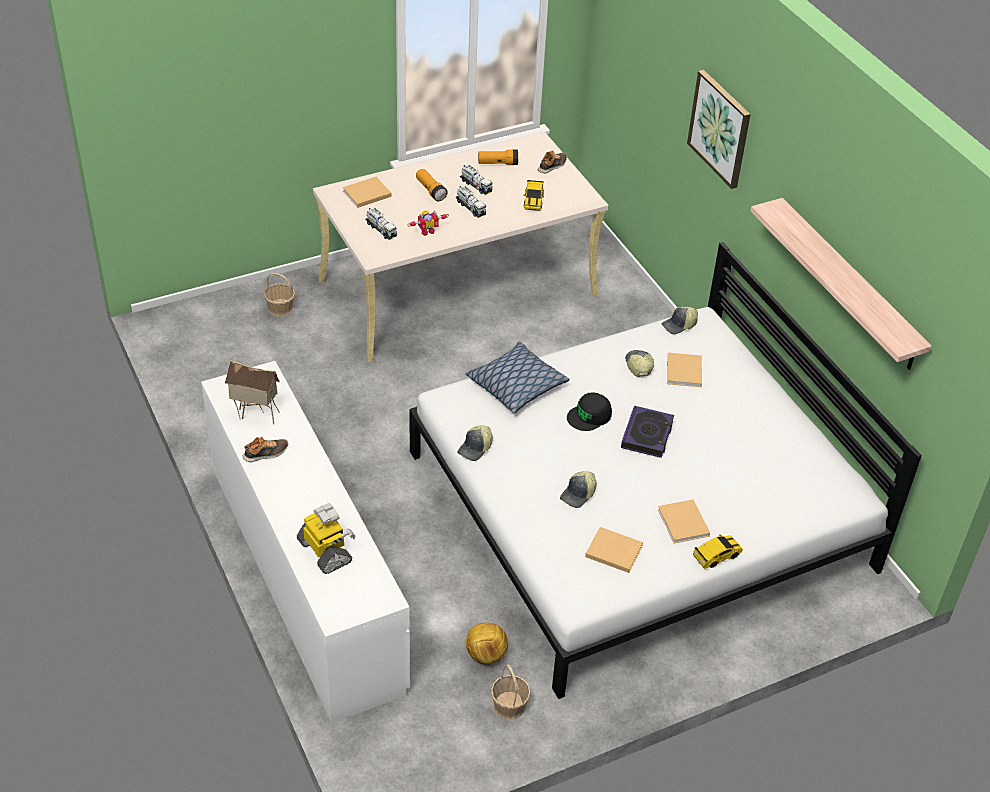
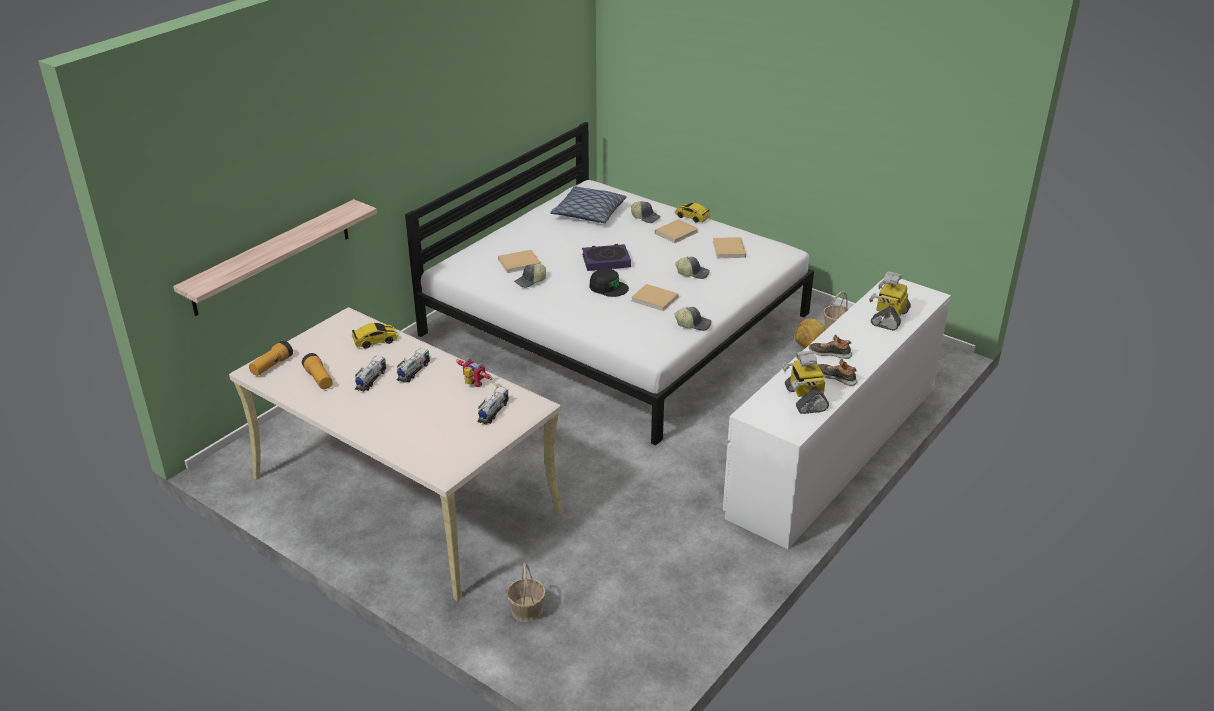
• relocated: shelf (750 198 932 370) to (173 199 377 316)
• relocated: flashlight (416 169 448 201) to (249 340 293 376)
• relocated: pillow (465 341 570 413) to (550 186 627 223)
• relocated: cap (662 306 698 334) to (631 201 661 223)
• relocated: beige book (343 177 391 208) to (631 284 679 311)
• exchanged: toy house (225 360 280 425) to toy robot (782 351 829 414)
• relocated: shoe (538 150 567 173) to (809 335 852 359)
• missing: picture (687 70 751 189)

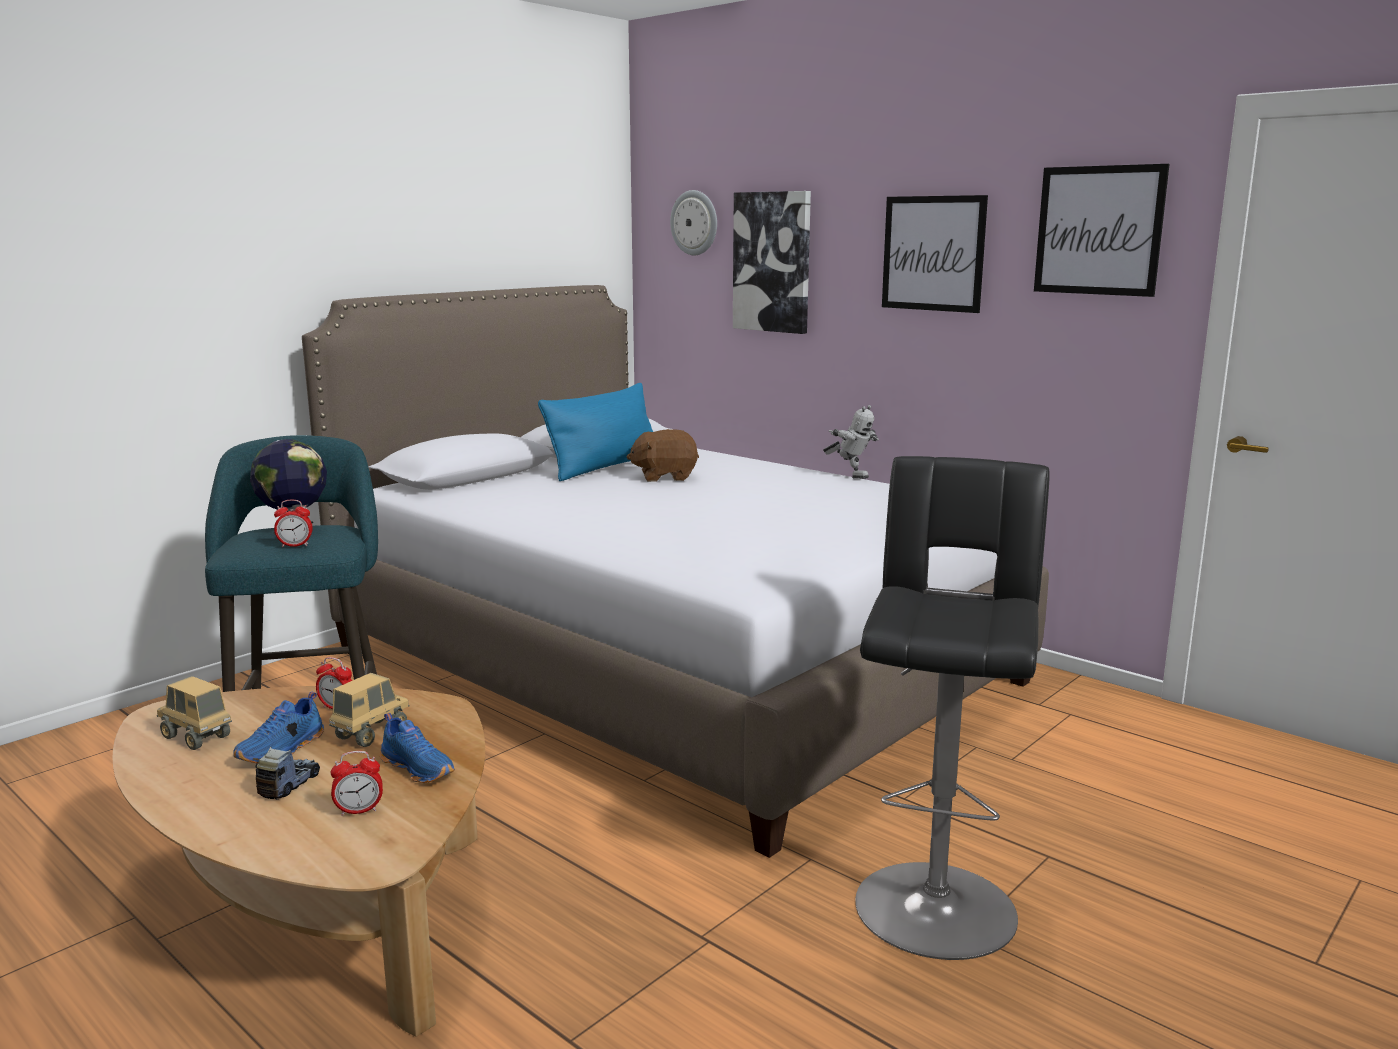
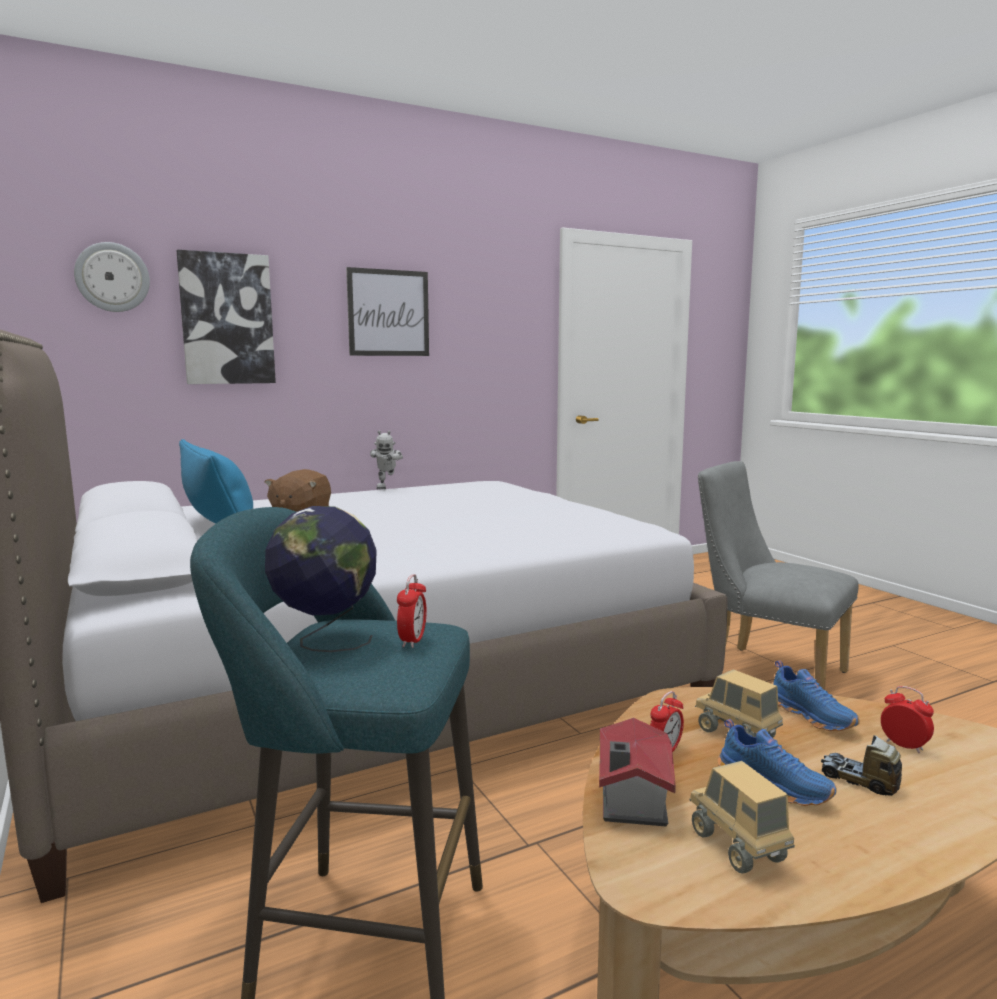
• spun: toy robot (823 405 879 479) = (370 431 403 489) 120 degrees clockwise
• appeared: toy house (599 718 676 826)
• spun: toy truck (157 676 232 750) = (689 761 795 873) 105 degrees clockwise
• exchanged: black stool (855 456 1050 960) to grey chair (698 461 859 690)
• spun: blue shoe (380 713 455 783) = (773 661 860 731) 90 degrees clockwise
• spun: alarm clock (330 751 383 816) = (881 686 934 753) 45 degrees counterclockwise
• missing: picture (1034 164 1169 297)

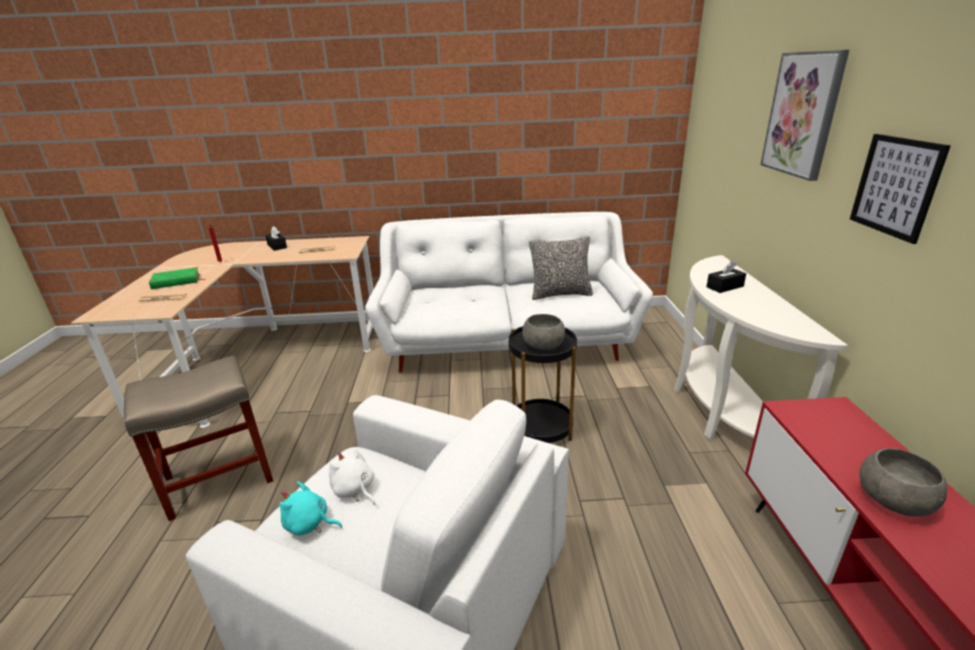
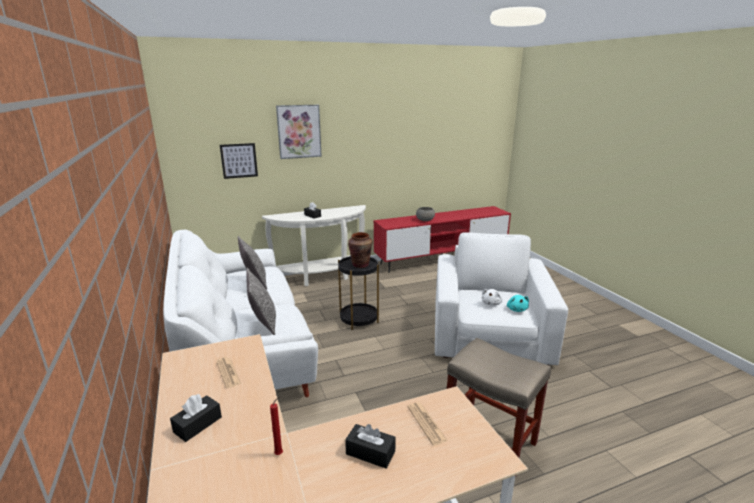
• relocated: picture (850 134 951 244) to (220 143 258 179)
• appeared: pillow (247 268 276 335)
• exchanged: green book (149 267 206 289) to black tissue box (345 424 396 469)
• exchanged: grey bowl (522 314 565 350) to brown vase (348 232 372 268)

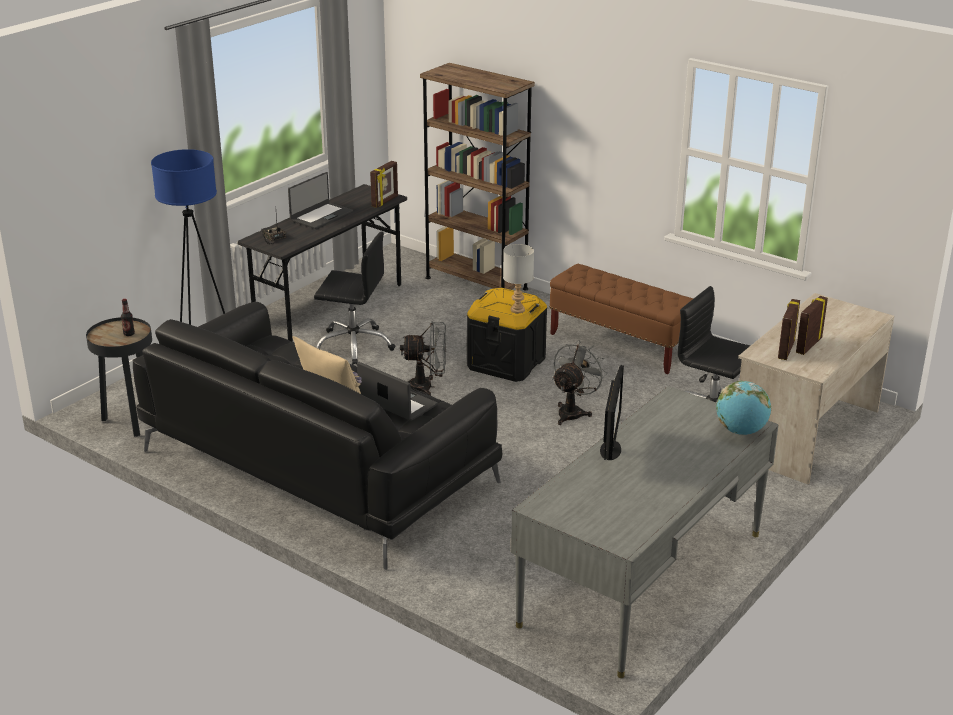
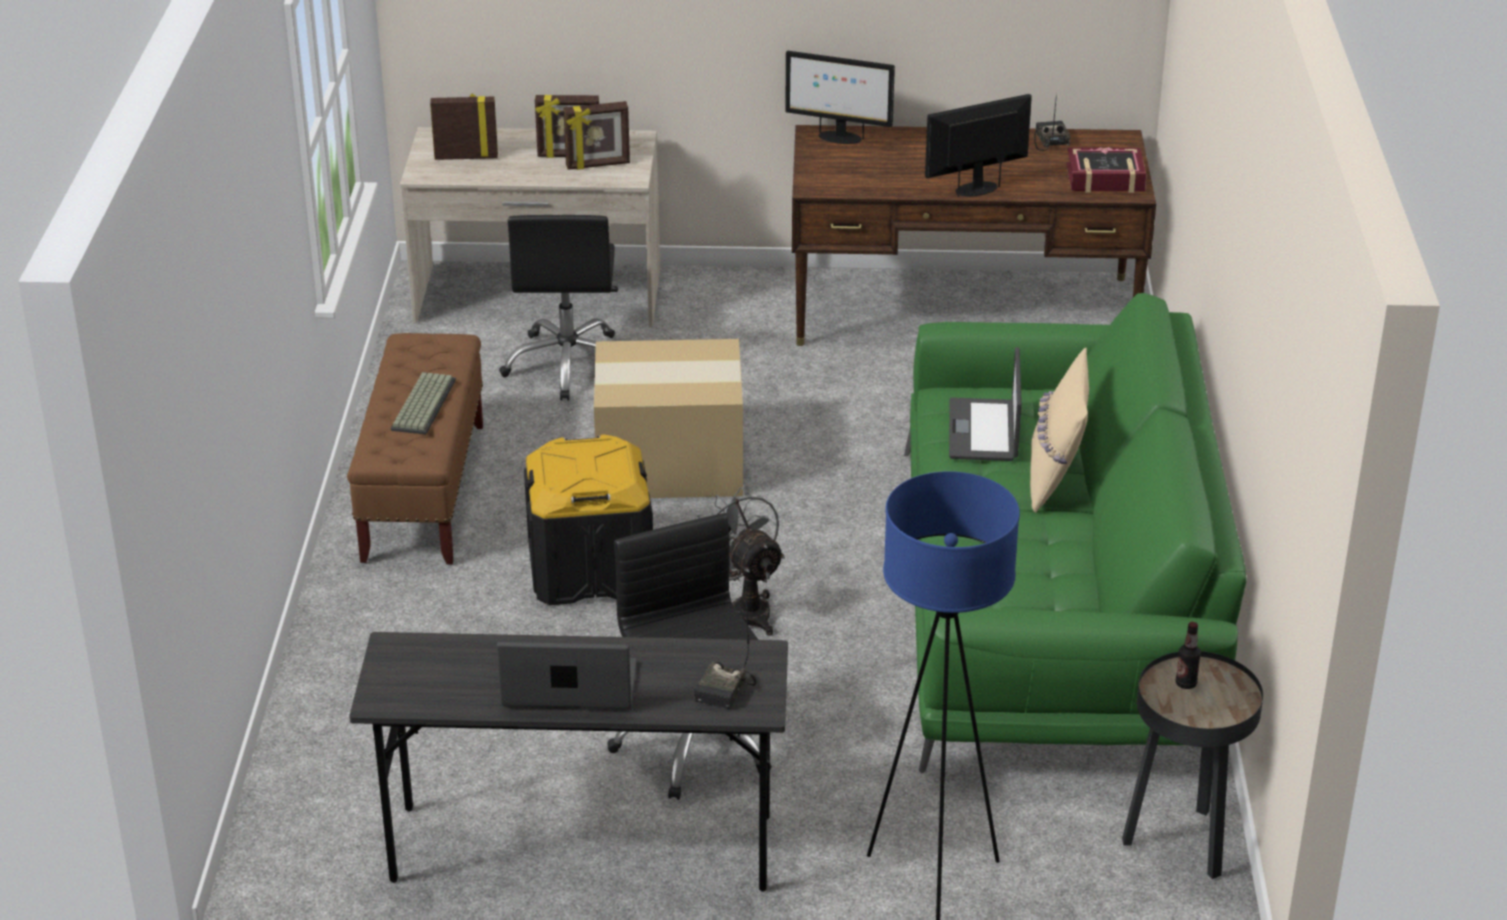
• appeared: keyboard (391 372 456 435)
• relocated: picture frame (370 161 398 208) to (430 94 498 160)
• exchanged: grey fan (552 340 608 425) to cardboard box (594 339 743 498)
• exchanged: globe (716 381 771 435) to monitor (785 51 895 144)
• colour: grey desk (511 386 779 678) to brown desk (792 125 1156 346)
• colour: black sofa (132 302 502 569) to green sofa (904 293 1247 774)
• appeared: radio (1034 94 1071 151)
• appeared: book (1067 147 1147 193)
• missing: brown bookcase (420 63 535 290)
• missing: grey table lamp (503 244 534 313)

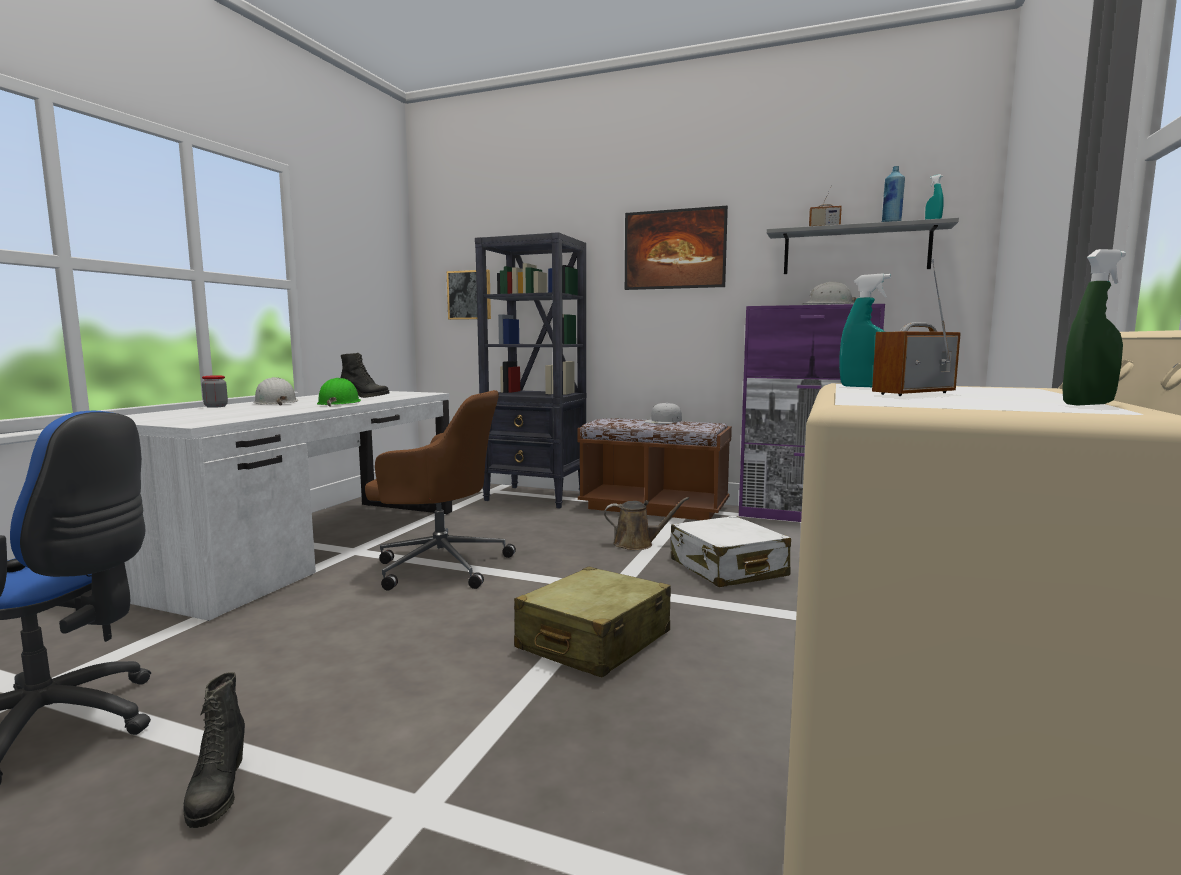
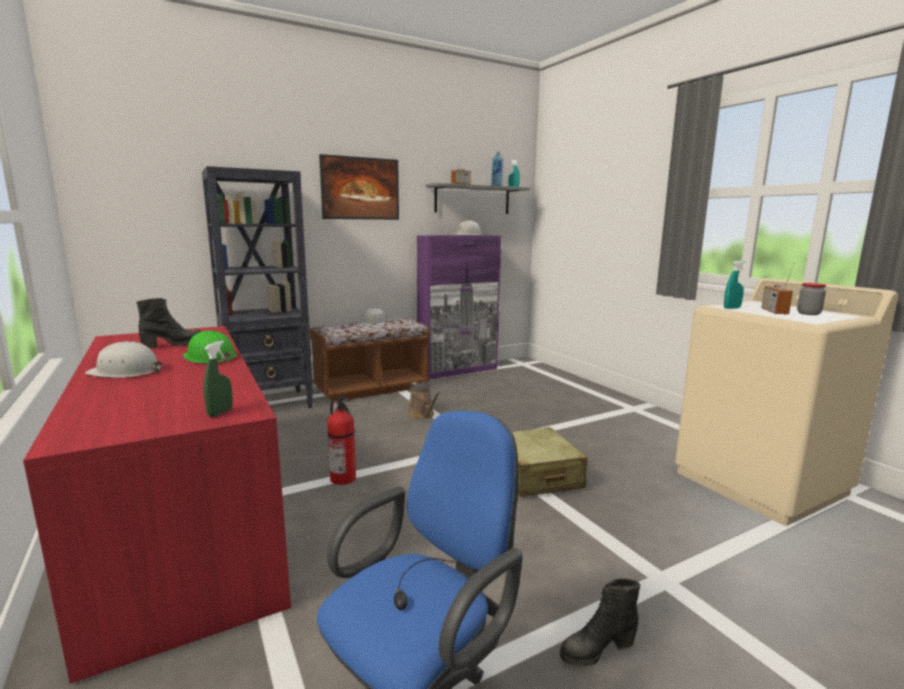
• colour: white desk (124 391 452 621) to red desk (23 326 291 684)
• relocated: green spray bottle (1062 249 1126 405) to (204 341 233 417)
• exchanged: brown office chair (365 390 516 591) to fire extinguisher (327 397 356 485)
• spun: brown watering can (604 497 690 550) = (407 382 441 419) 105 degrees clockwise
• spun: black boot (183 672 245 828) = (560 578 640 666) 135 degrees clockwise
• relocated: jar (202 375 228 408) to (797 283 826 315)
• missing: picture (447 270 491 320)
• missing: white suitcase (671 516 791 587)

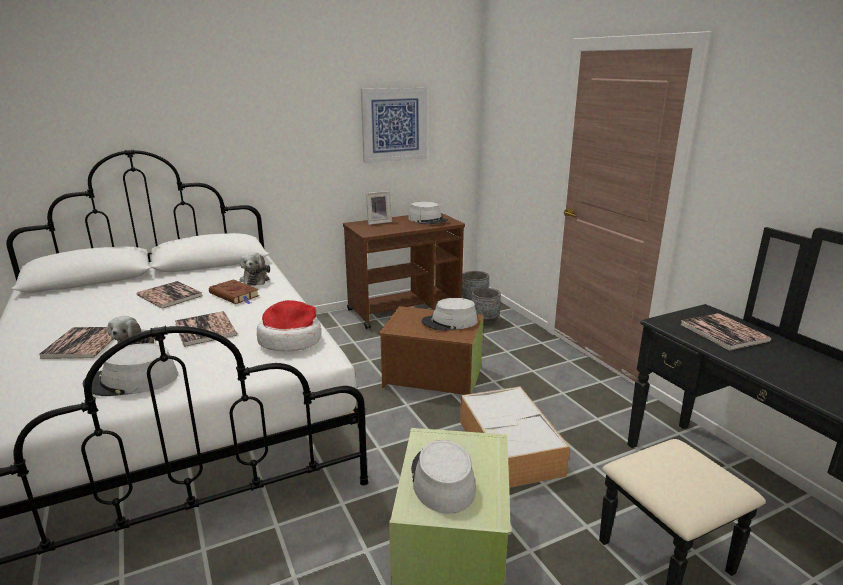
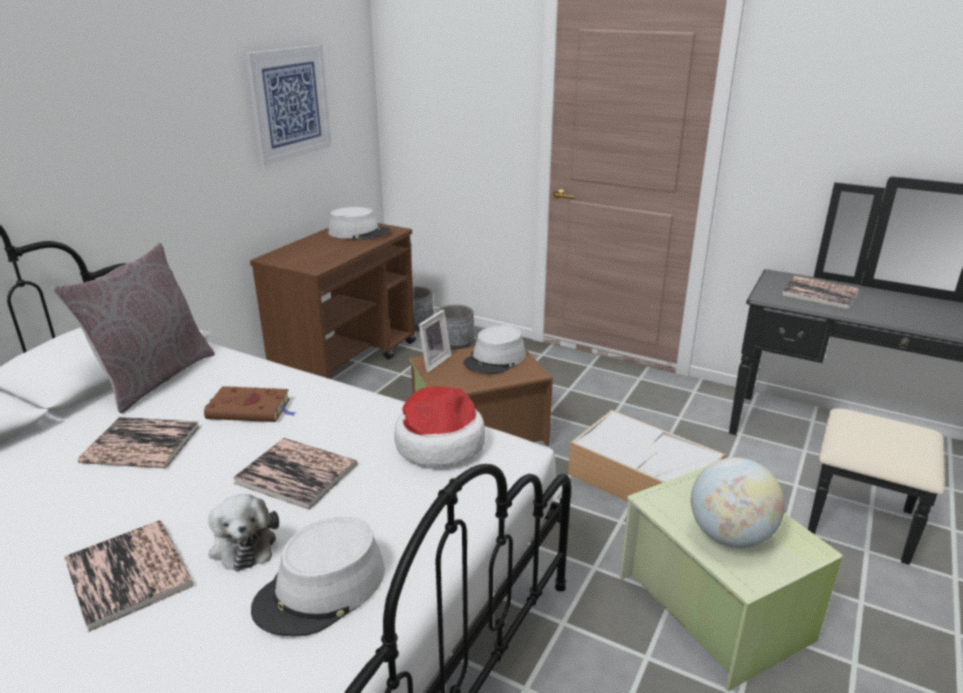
• appeared: grey pillow (52 243 215 413)
• relocated: picture frame (366 191 392 225) to (418 310 451 372)
• exchanged: grey hat (411 440 476 514) to globe (691 457 785 548)
• missing: plush toy (240 252 270 286)

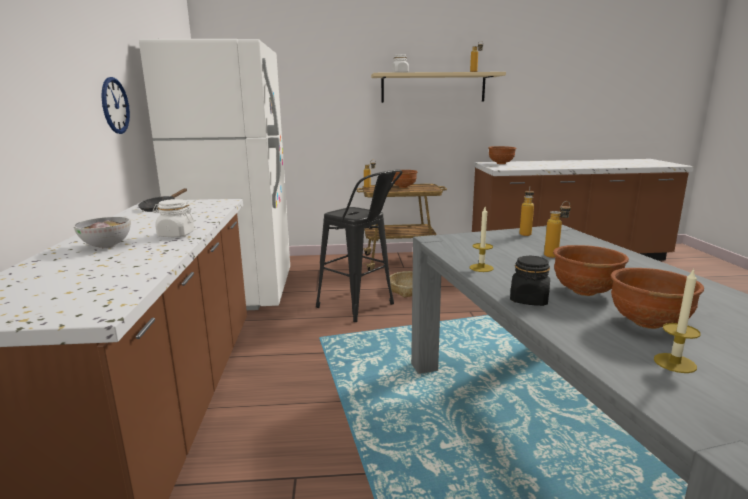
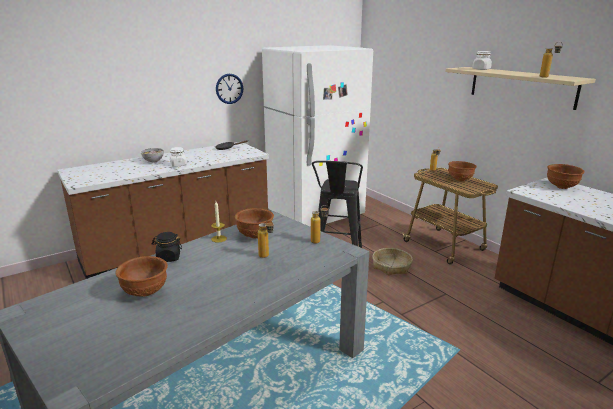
• relocated: brown bowl (553 245 629 296) to (235 208 274 238)
• missing: candle (654 268 701 373)

